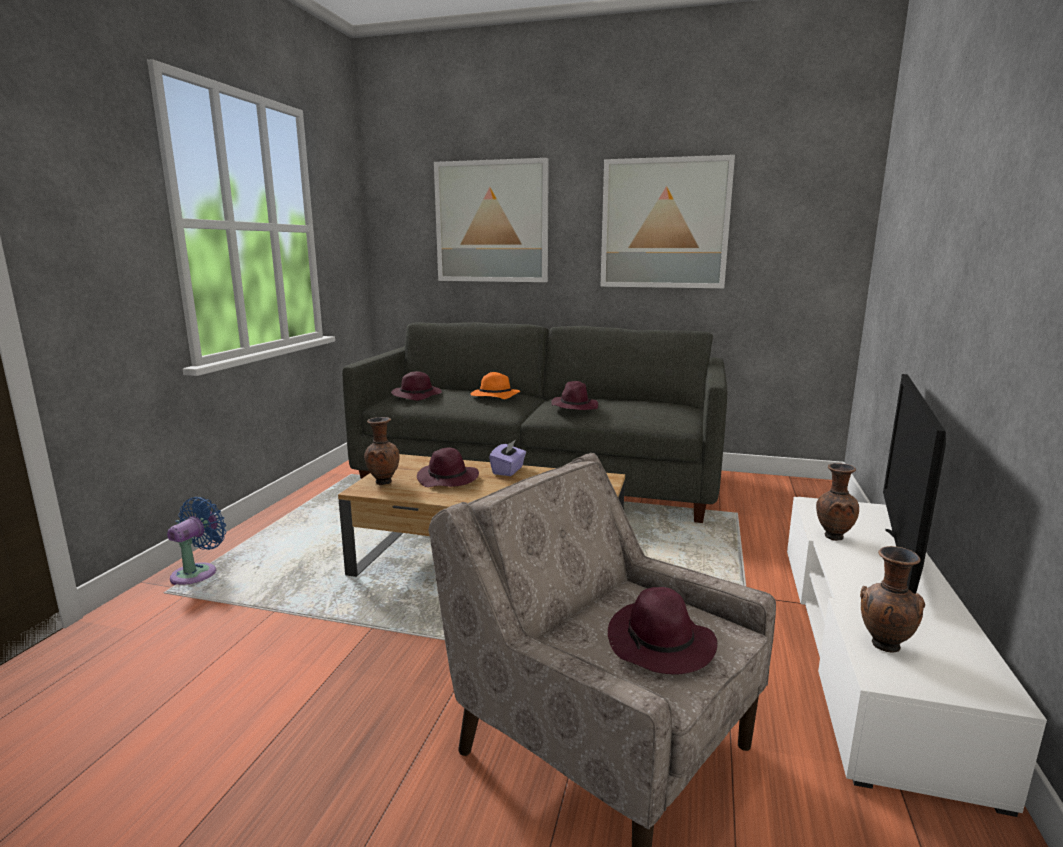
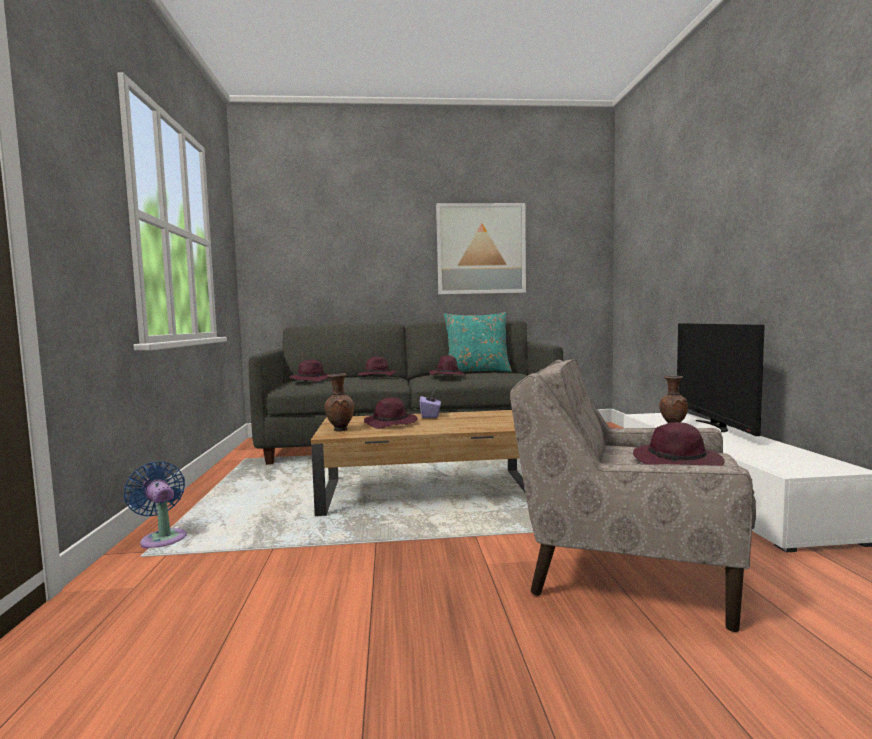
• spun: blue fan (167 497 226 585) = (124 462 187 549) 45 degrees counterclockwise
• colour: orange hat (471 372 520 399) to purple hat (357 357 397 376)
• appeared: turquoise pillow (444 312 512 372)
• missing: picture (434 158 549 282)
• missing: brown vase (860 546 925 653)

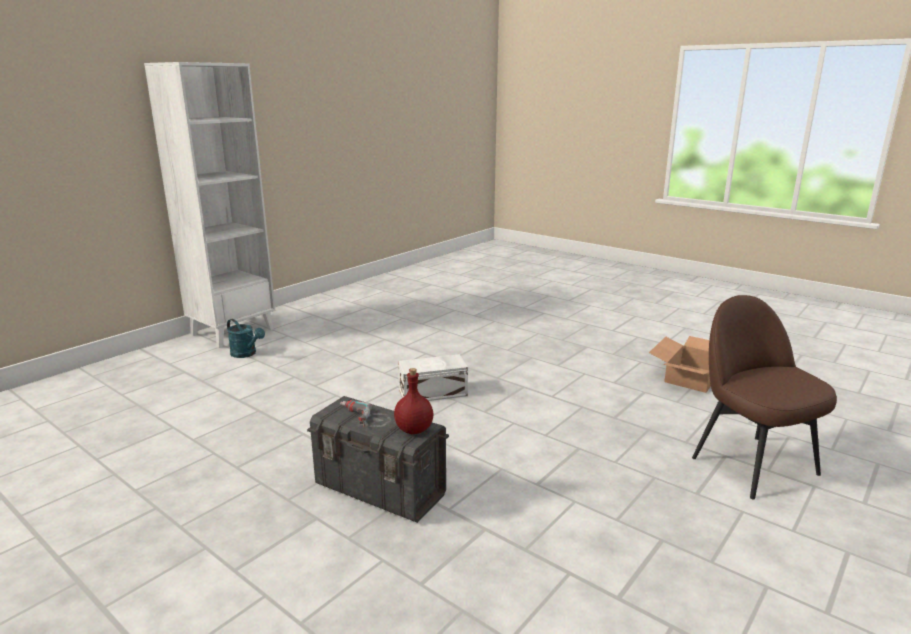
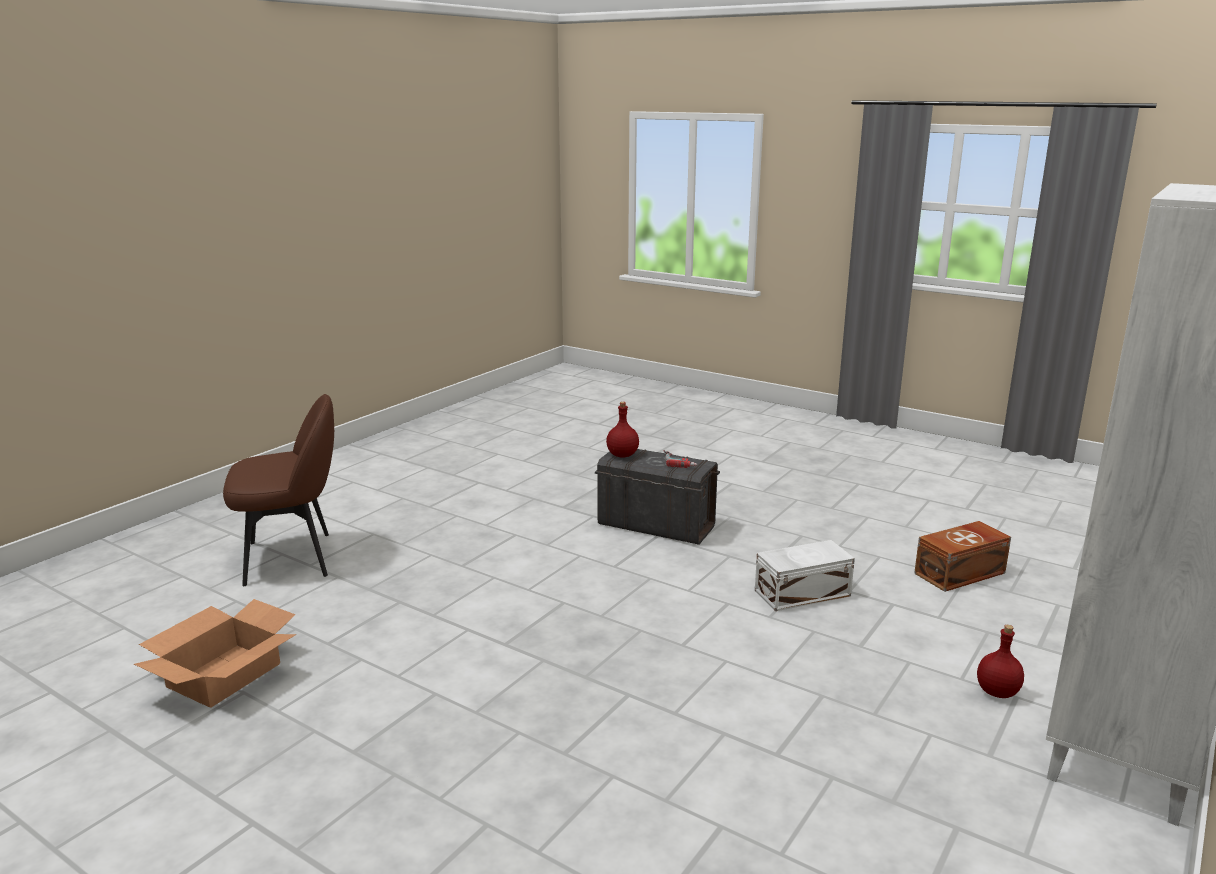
• spun: brown chair (692 295 837 499) = (223 394 334 586) 75 degrees counterclockwise
• relocated: white storage box (398 354 468 401) to (755 540 855 611)
• appeared: brown storage box (914 521 1011 592)
• exchanged: turquoise watering can (227 319 265 358) to red bottle (977 625 1024 698)

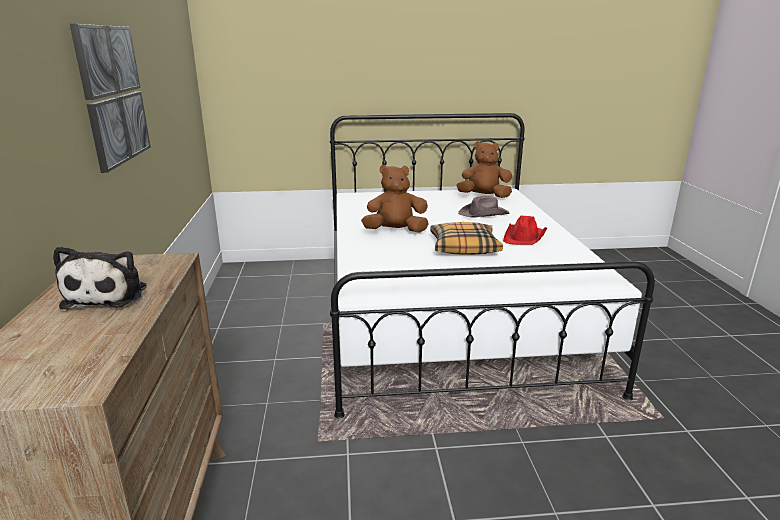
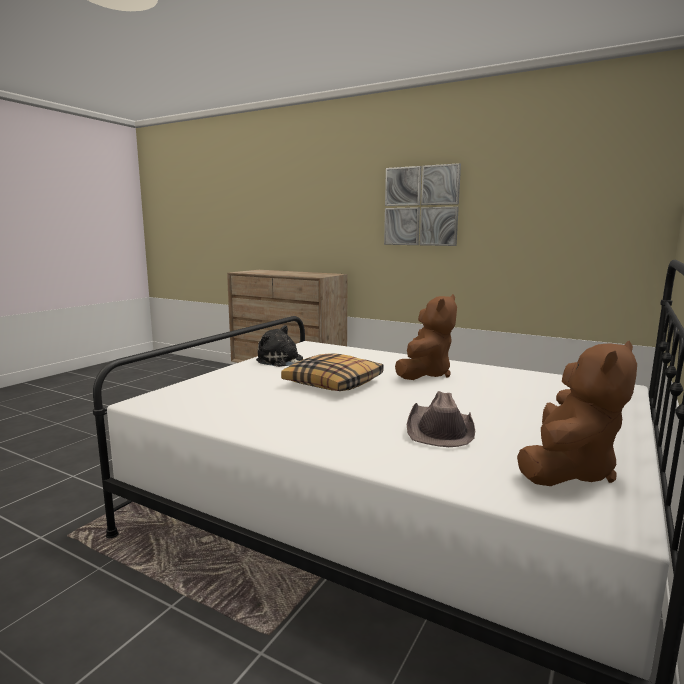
• relocated: plush toy (53 246 147 309) to (256 325 303 367)
• missing: red hat (503 216 548 245)

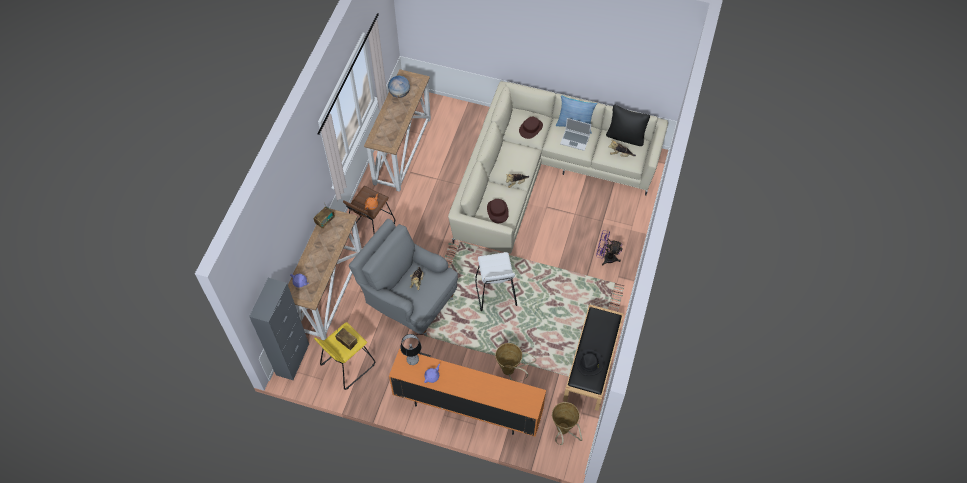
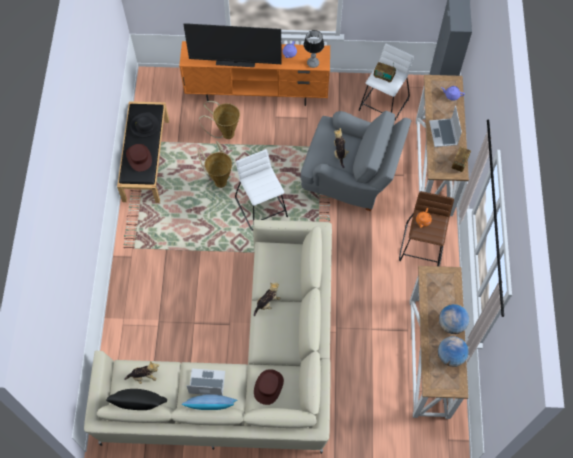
• relocated: brown hat (487 199 509 223) to (126 144 152 172)
• appeared: television (183 23 282 67)
• relocated: basket (552 402 582 445) to (198 141 232 188)
• colour: yellow stool (314 322 375 390) to white stool (359 43 414 120)
• appeared: laptop (429 106 462 147)
• appeared: globe (439 304 469 334)
• missing: purple fan (596 230 623 265)

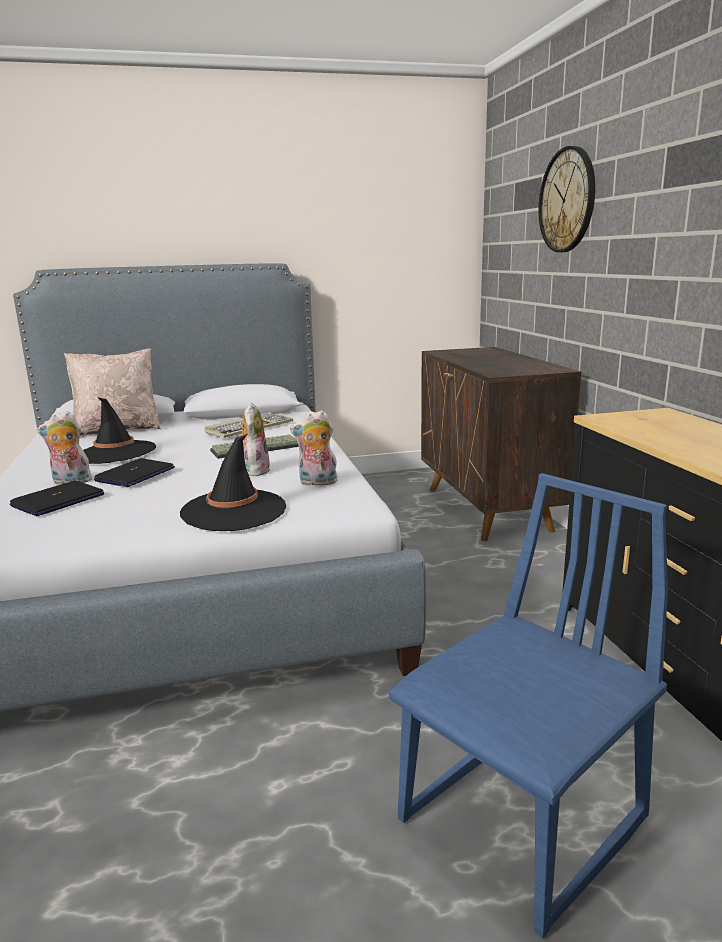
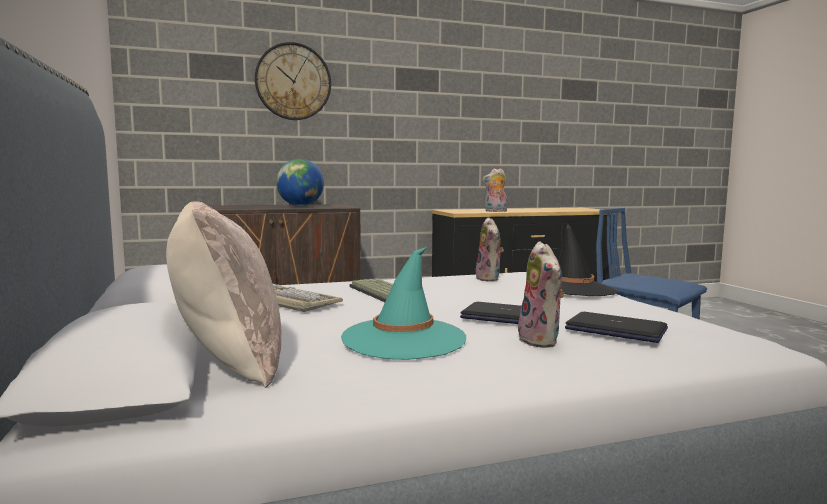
• appeared: globe (276 159 324 206)
• colour: black hat (83 397 156 464) to turquoise hat (341 247 466 360)
• relocated: plush toy (242 402 270 476) to (482 168 507 212)

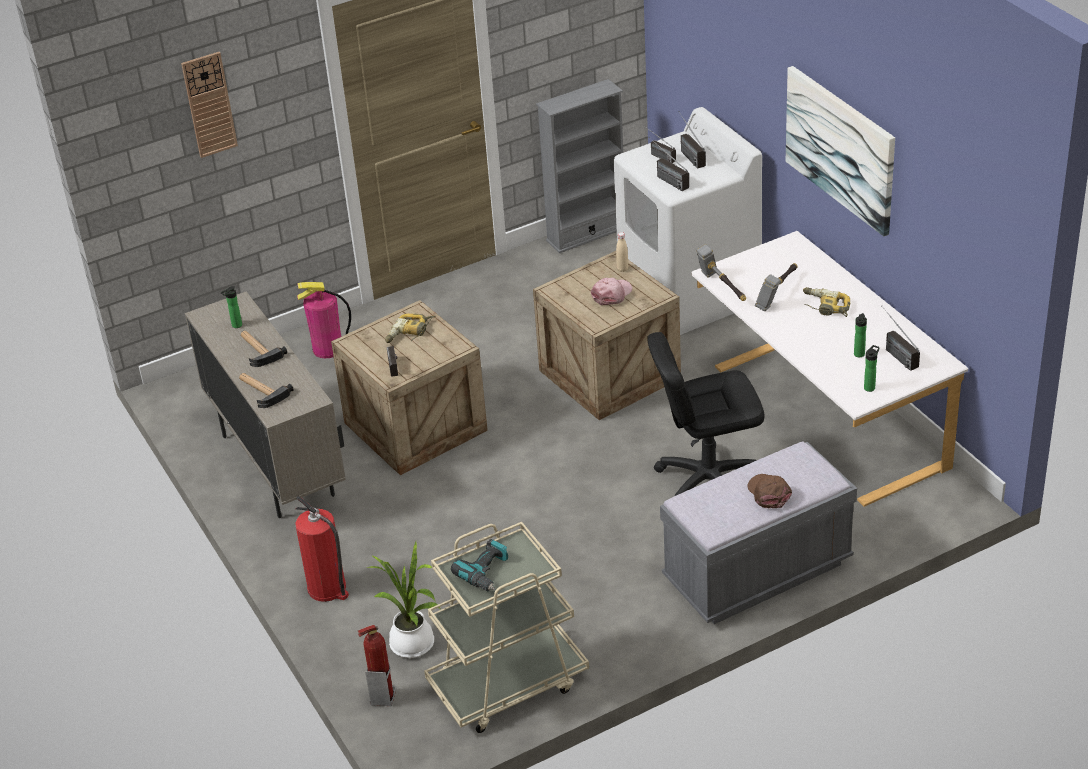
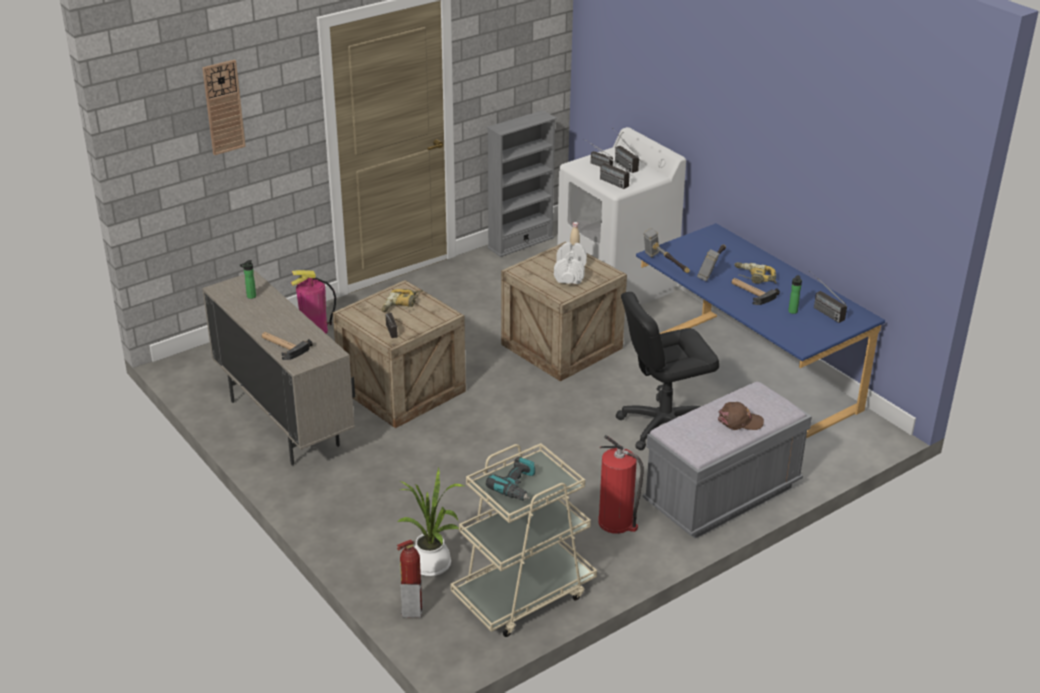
• exchanged: pink cap (591 278 632 305) to white dumbbell (554 242 587 284)
• relocated: fire extinguisher (296 496 349 602) to (598 435 644 534)
• colour: white desk (691 231 968 507) to blue desk (636 223 885 438)
• spun: brown cap (747 474 792 509) = (718 402 764 430) 120 degrees clockwise
• relocated: hammer (241 331 287 367) to (731 278 780 305)
• missing: picture (786 66 895 237)
• missing: bottle (864 345 880 392)

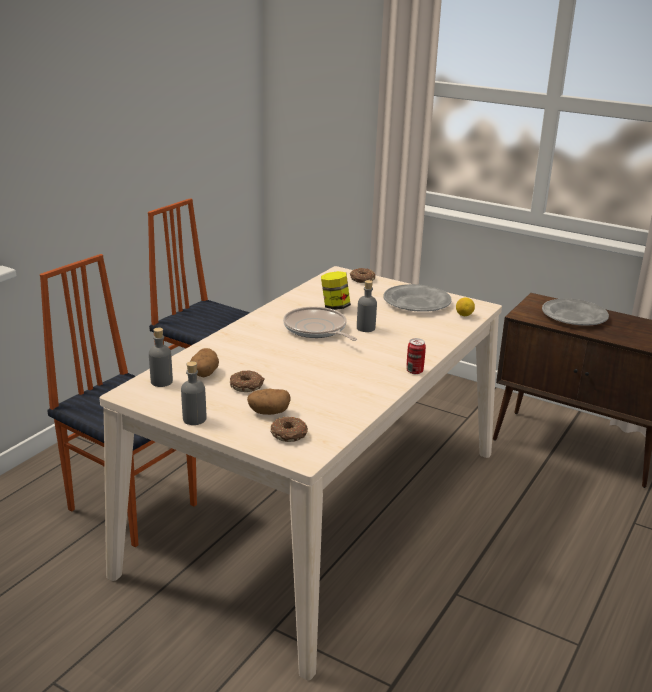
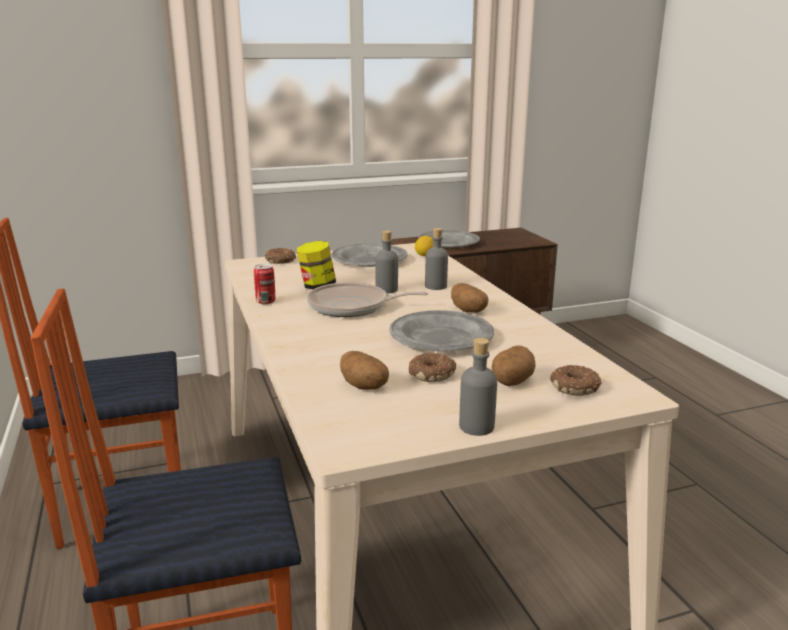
• relocated: can (406 338 426 374) to (254 264 275 305)
• appeared: grey plate (389 310 494 351)
• relocated: grey bottle (149 328 173 387) to (425 228 448 290)
• appeared: potato (451 283 488 313)

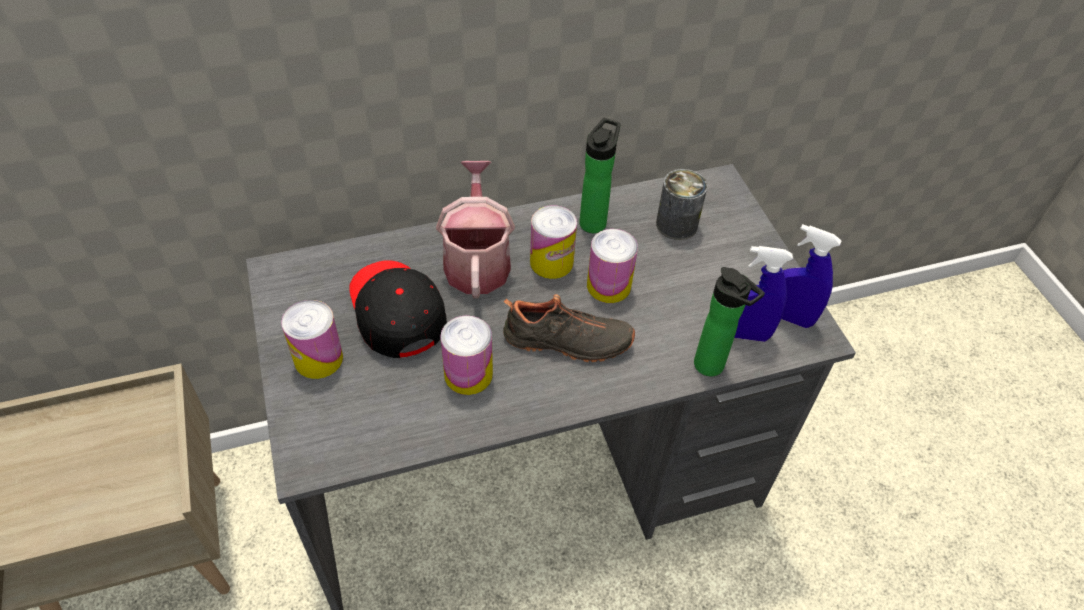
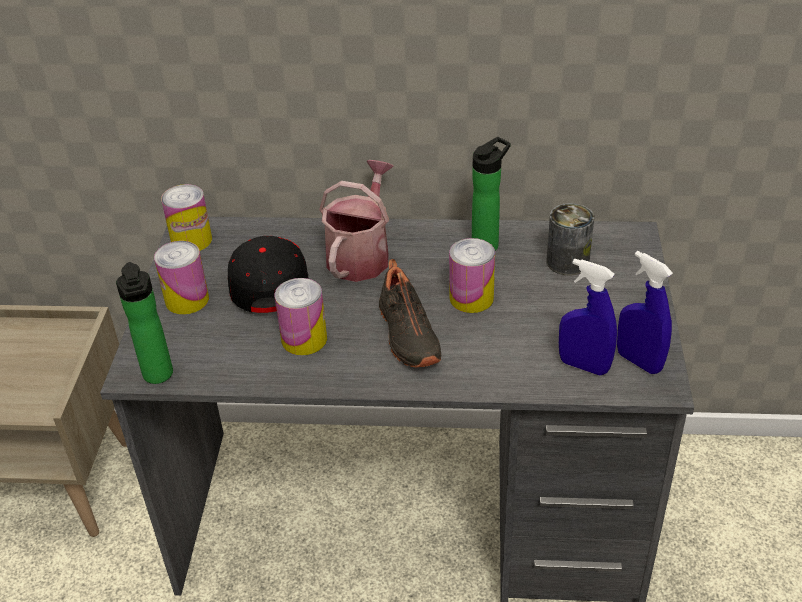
• relocated: bottle (694 267 765 376) to (116 262 173 384)
• relocated: can (530 206 577 279) to (161 184 212 251)
• spun: black shoe (503 294 635 362) = (379 259 441 367) 45 degrees clockwise

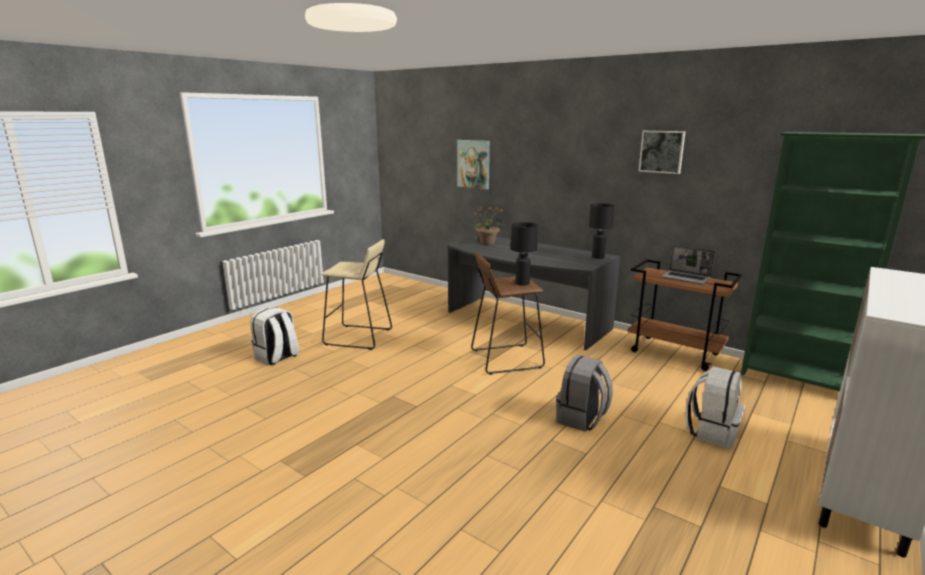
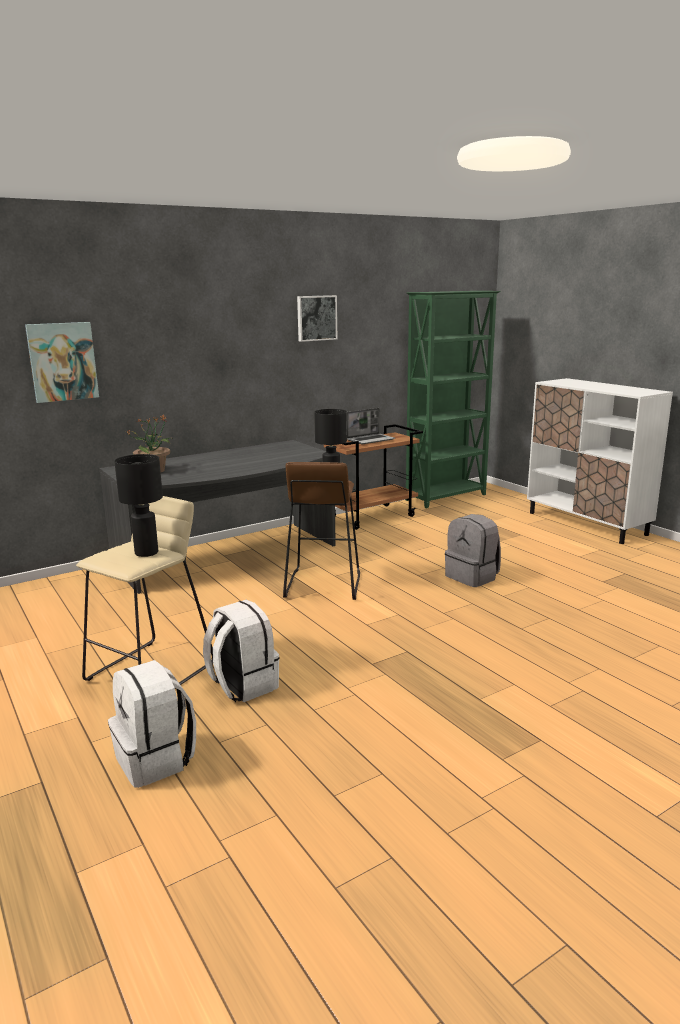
• relocated: black table lamp (589 203 614 259) to (114 454 163 557)
• relocated: white backpack (686 366 745 448) to (203 600 280 703)

